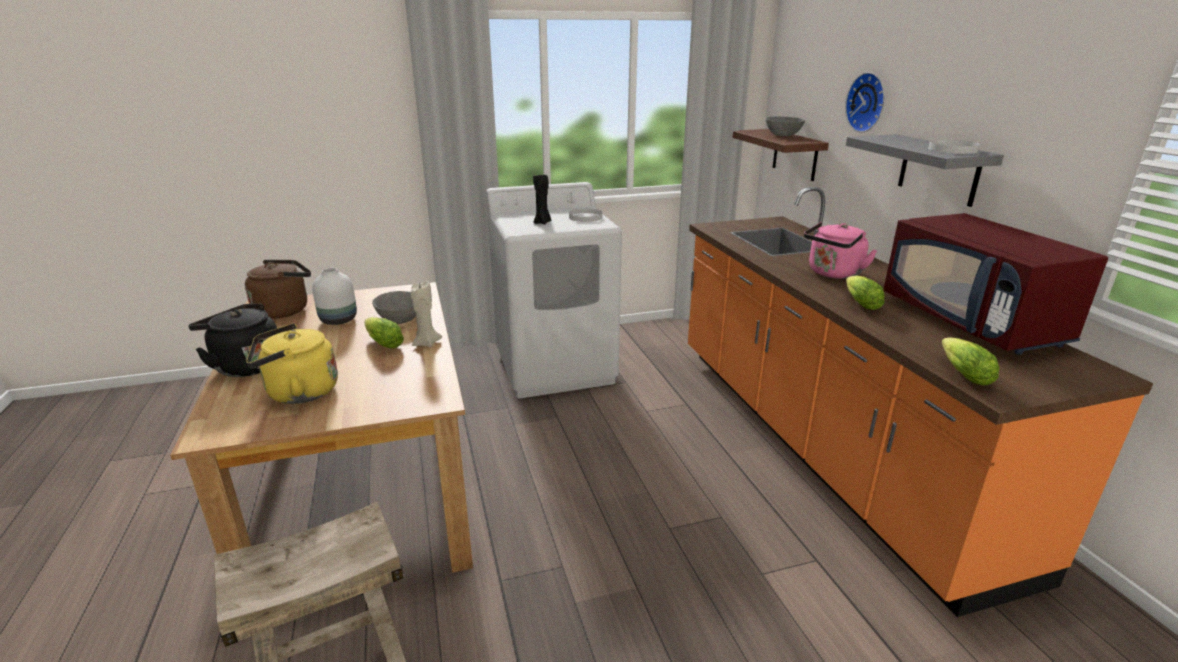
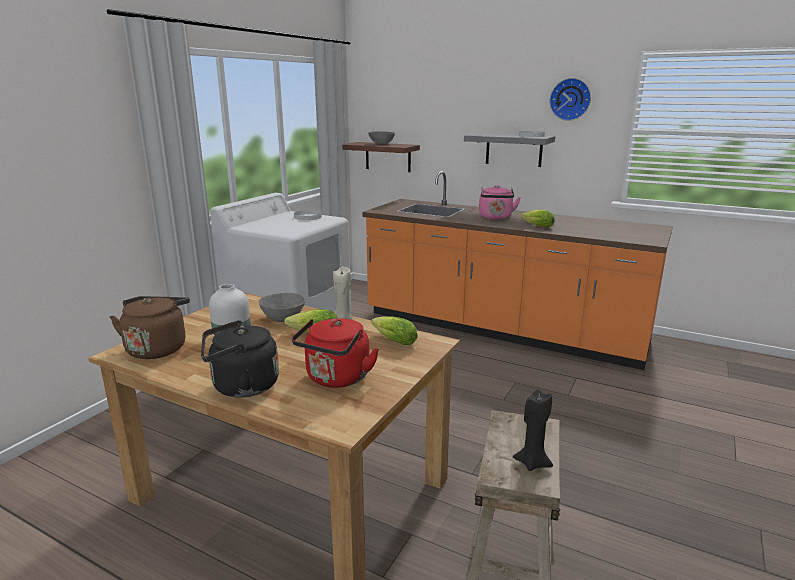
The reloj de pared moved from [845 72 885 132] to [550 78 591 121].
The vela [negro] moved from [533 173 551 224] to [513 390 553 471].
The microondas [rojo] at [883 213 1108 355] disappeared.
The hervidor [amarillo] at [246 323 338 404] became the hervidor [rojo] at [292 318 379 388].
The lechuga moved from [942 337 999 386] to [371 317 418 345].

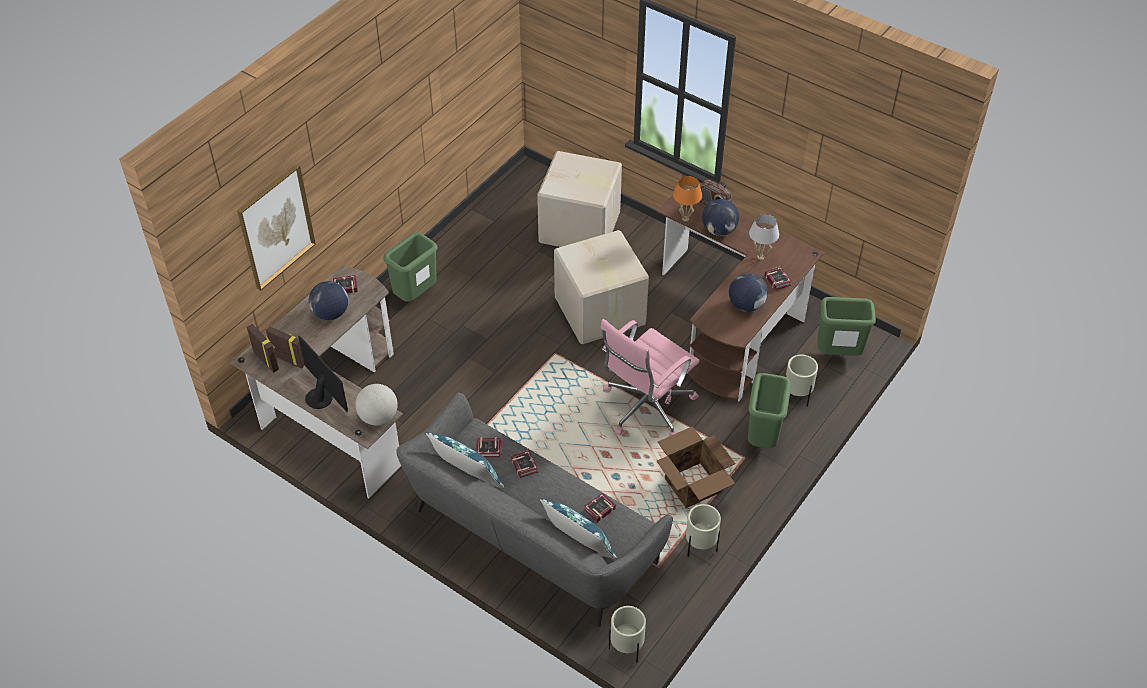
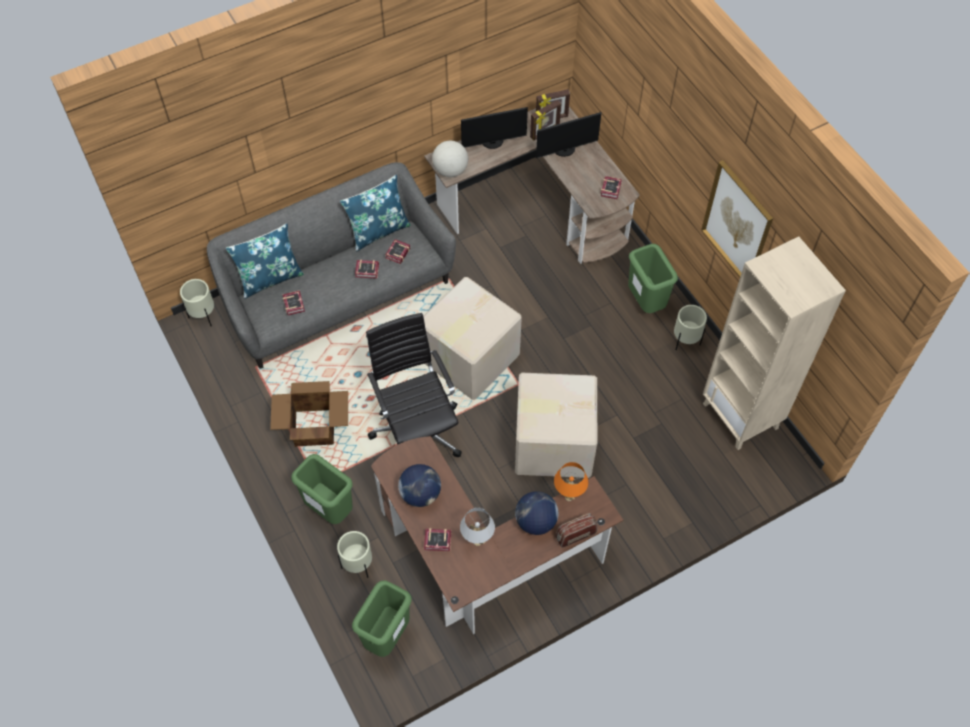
The caja de cartón moved from [537 151 622 247] to [423 277 522 400].
The cuadro moved from [237 164 316 291] to [701 160 773 277].
The globo terráqueo at [309 281 348 320] disappeared.
The silla de oficina [rosa] at [601 319 700 436] became the silla de oficina [negro] at [366 313 462 457].
The maceta [beis] moved from [686 504 721 556] to [674 305 707 350].
The monitor at [536 112 602 158] appeared.
The estantería [beis] at [703 237 846 450] appeared.

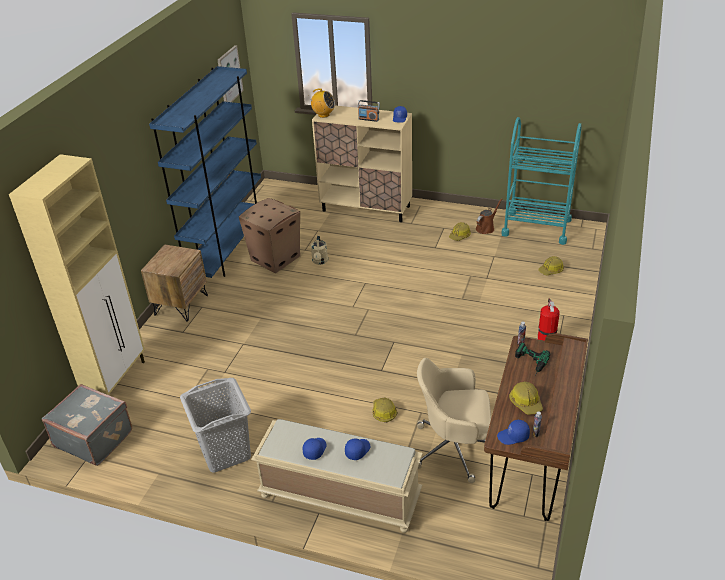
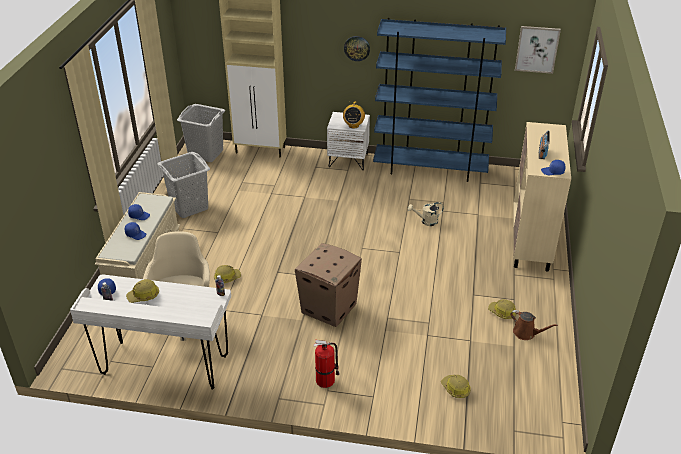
The radio moved from [309 89 335 118] to [343 101 365 129].
The carrito [turquesa] at [501 117 581 245] disappeared.
The caja de cartón moved from [239 198 300 273] to [295 243 362 327].
The mesita de noche [marrón] at [141 244 208 322] became the mesita de noche [blanco] at [327 112 370 170].
The escritorio [marrón] at [484 333 588 521] became the escritorio [blanco] at [70 274 231 390].
The taladro at [515 342 550 375] disappeared.
The maleta [gris] at [42 384 132 466] was replaced by the cesto de la ropa [gris] at [177 104 225 162].
The reloj de pared at [344 36 370 61] appeared.

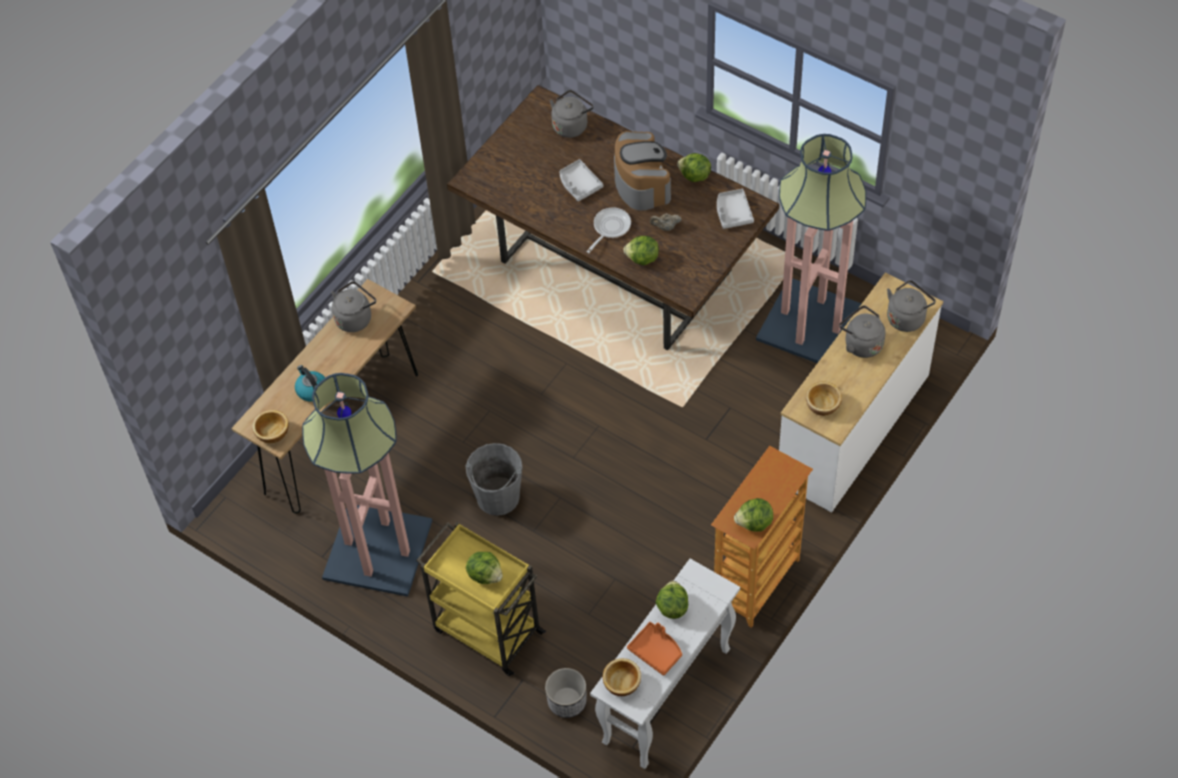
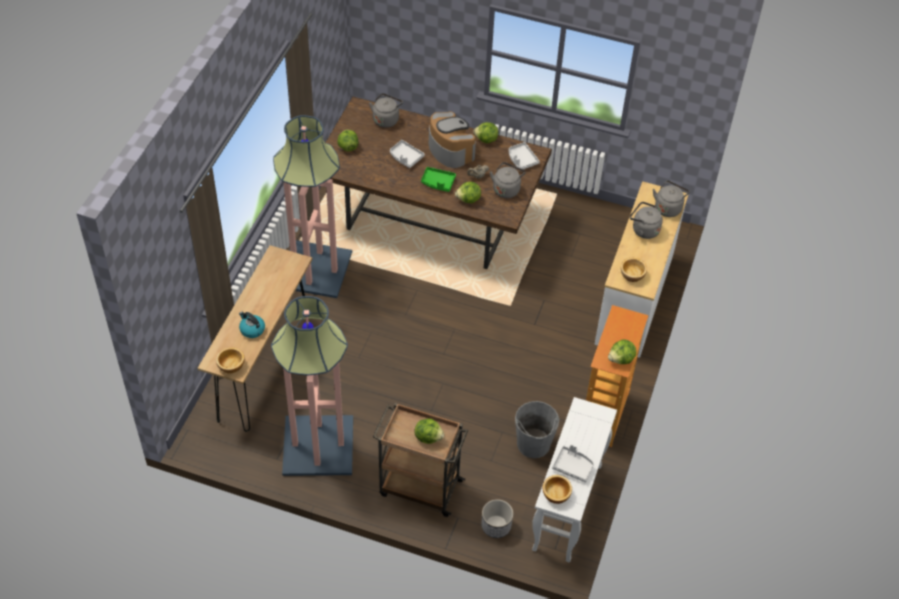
The lámpara de pie moved from [756 134 866 363] to [273 115 352 298].
The sartén at [587 208 631 253] was replaced by the bandeja [verde] at [421 167 456 192].
The hervidor [gris] moved from [331 281 376 332] to [490 162 526 198].
The cubo [gris] moved from [466 443 522 516] to [515 401 559 458].
The carrito [amarillo] at [416 522 546 676] became the carrito [marrón] at [373 403 468 517].
The lechuga moved from [656 581 688 619] to [337 130 359 151].
The bandeja [naranja] at [627 622 682 676] became the bandeja [gris] at [552 445 594 482].

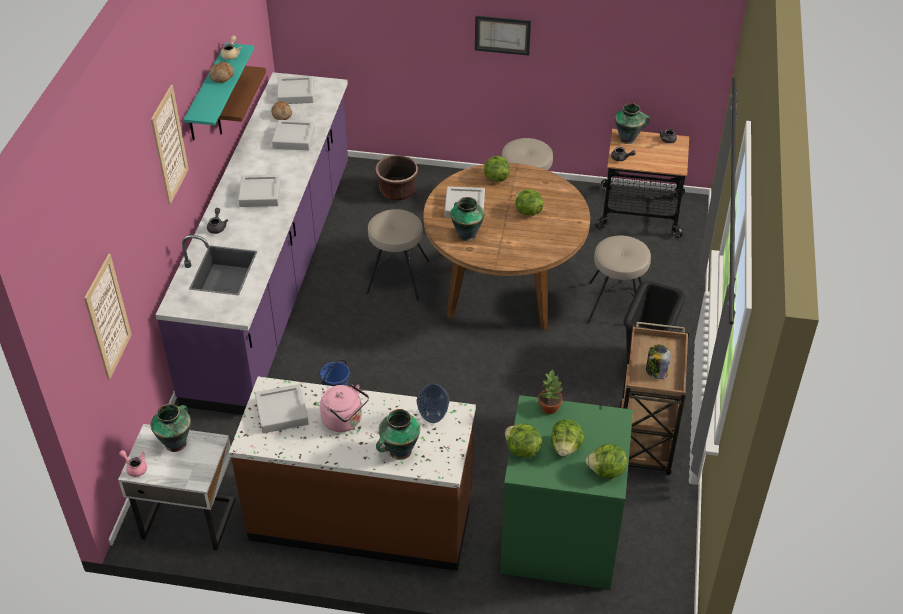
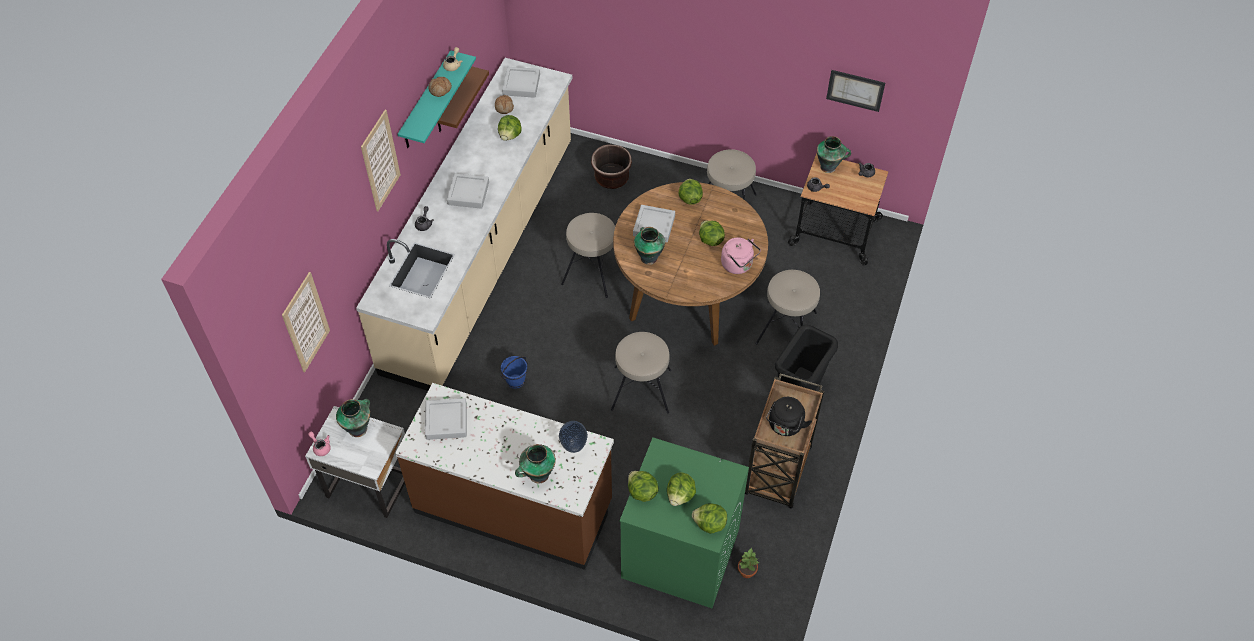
The cuadro moved from [475 16 531 56] to [826 70 885 112].
The mueble bajo de cocina [morado] at [156 72 348 415] became the mueble bajo de cocina [beis] at [356 58 572 391].
The bandeja [gris] at [272 120 315 150] was replaced by the lechuga at [498 115 522 141].
The tarro at [646 345 671 379] was replaced by the hervidor [negro] at [766 397 812 436].
The planta en maceta moved from [538 369 563 414] to [738 548 759 578].
The hervidor [rosa] moved from [320 384 369 432] to [721 238 761 274].
The taburete [beis] at [611 332 671 414] appeared.

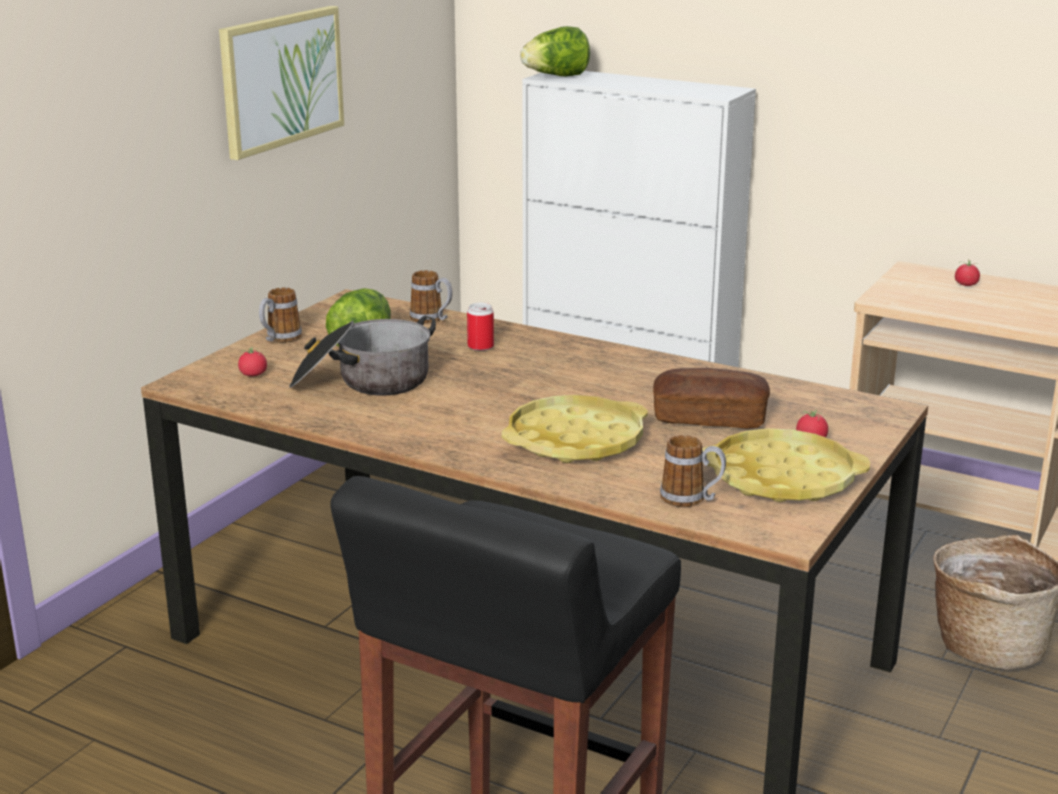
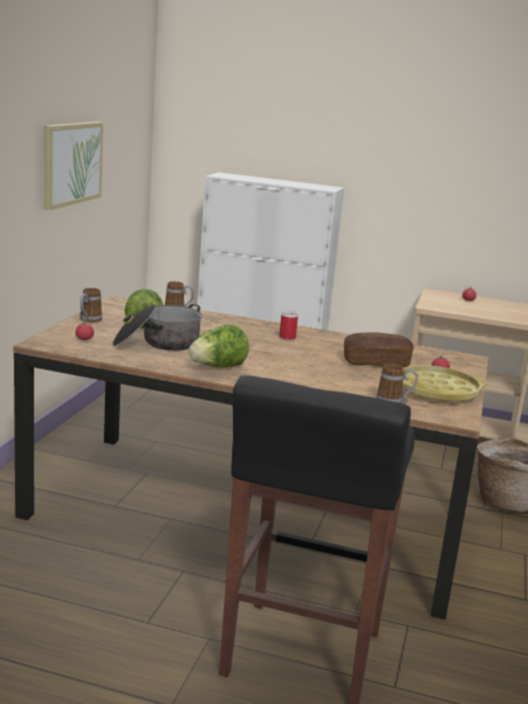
The lechuga moved from [520 26 590 76] to [189 325 249 368].
The lata moved from [467 303 494 351] to [279 310 298 340].
The bandeja [amarillo] at [502 395 648 463] disappeared.

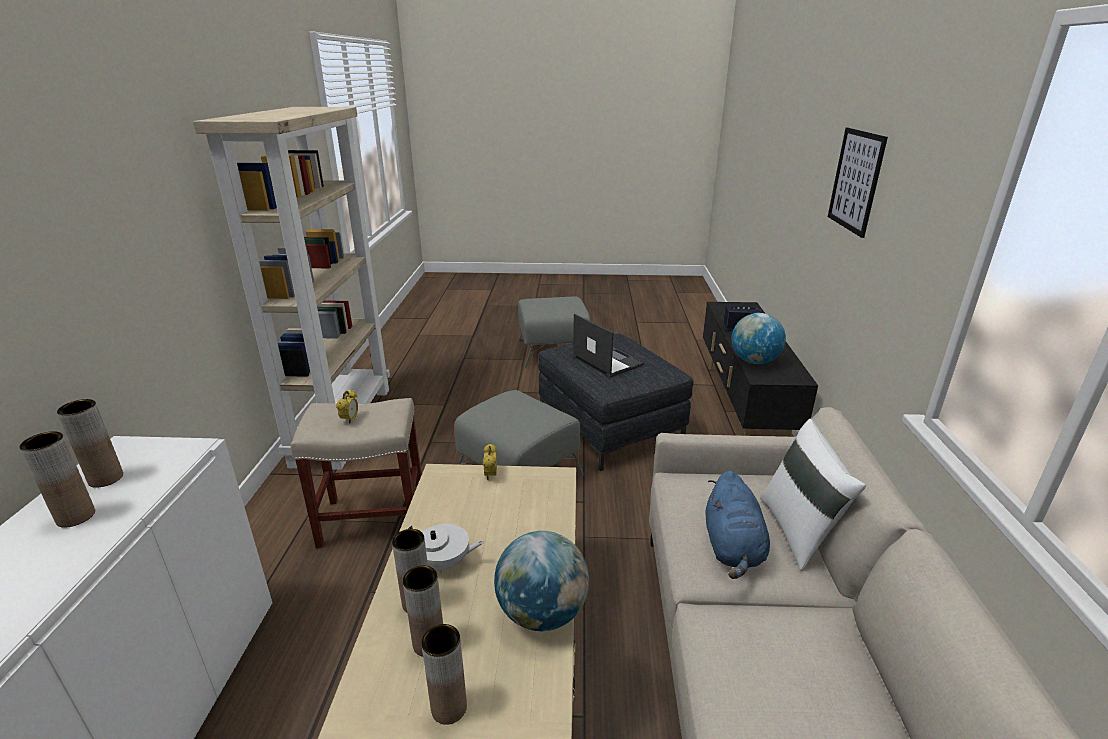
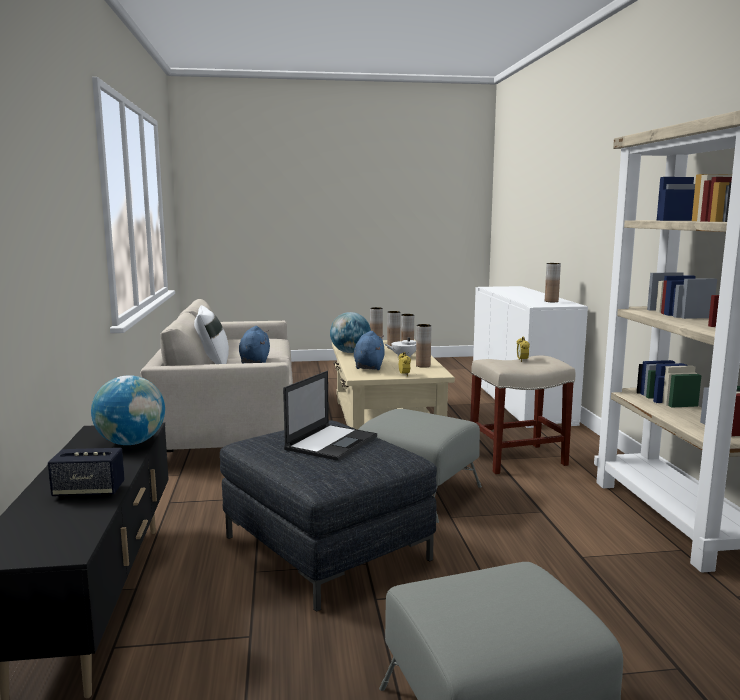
The cuadro at [828 128 888 238] disappeared.
The portátil at [573 314 645 378] turned 105 degrees counterclockwise.
The florero [marrón] moved from [19 431 95 528] to [416 324 431 368].
The peluche [azul] at [354 331 385 370] appeared.

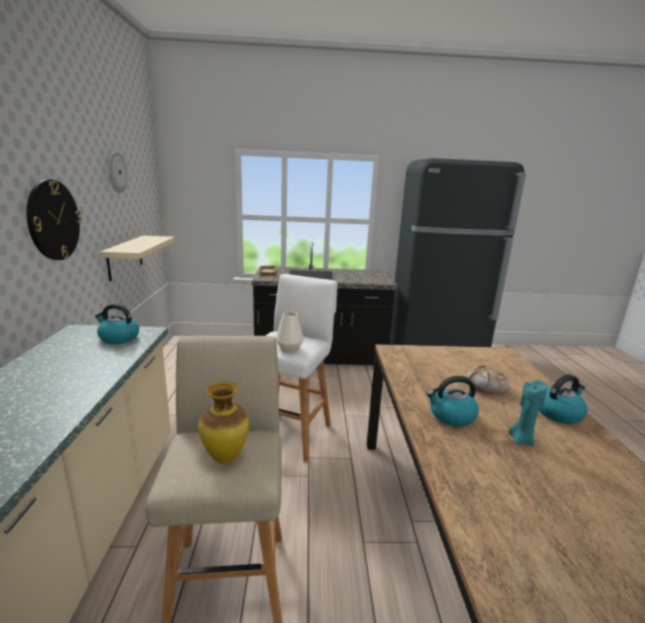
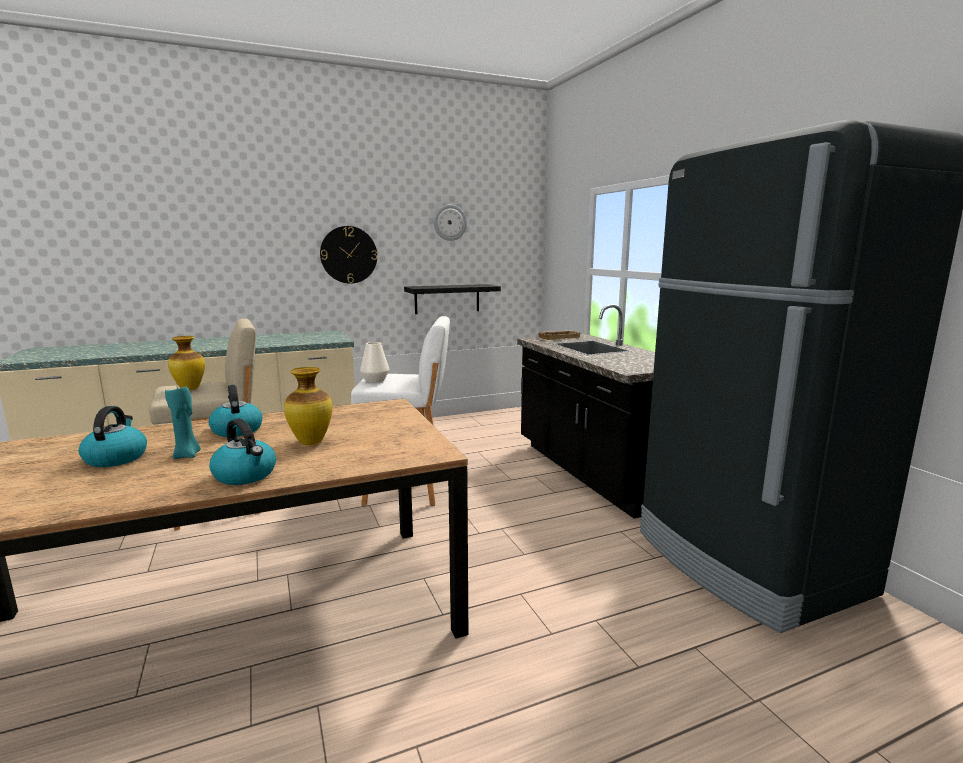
The estante [beis] at [99 236 175 281] became the estante [negro] at [404 284 501 314].
The hervidor moved from [95 304 139 344] to [79 406 147 467].
The pan at [465 366 510 395] was replaced by the florero at [284 367 333 445].

